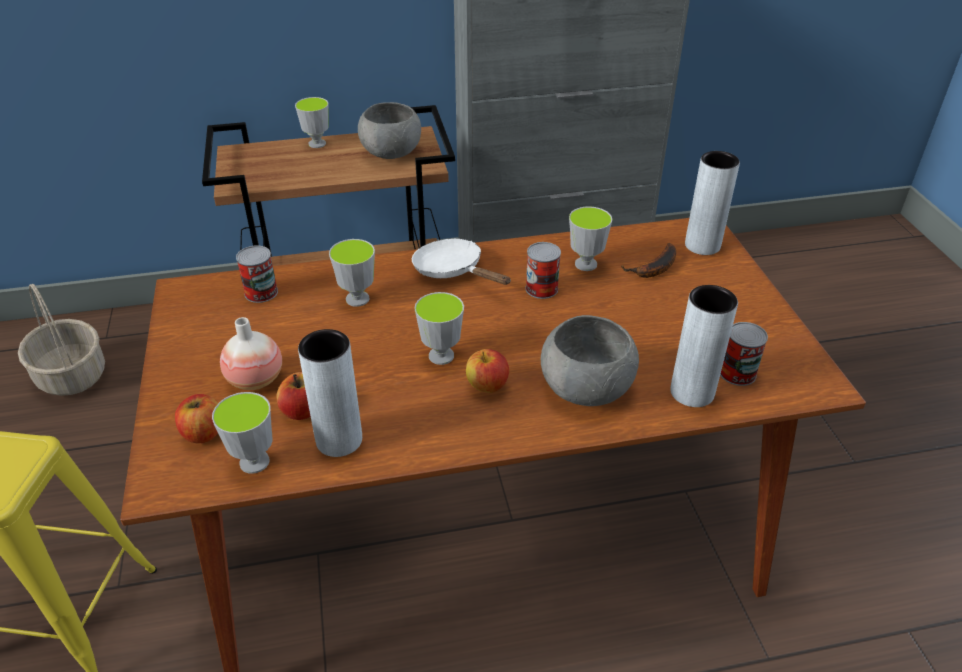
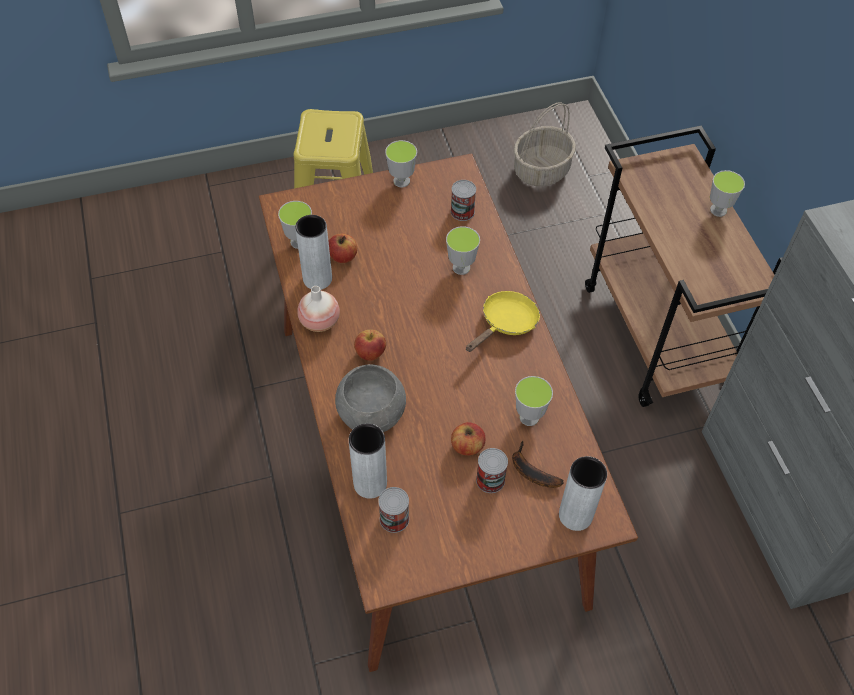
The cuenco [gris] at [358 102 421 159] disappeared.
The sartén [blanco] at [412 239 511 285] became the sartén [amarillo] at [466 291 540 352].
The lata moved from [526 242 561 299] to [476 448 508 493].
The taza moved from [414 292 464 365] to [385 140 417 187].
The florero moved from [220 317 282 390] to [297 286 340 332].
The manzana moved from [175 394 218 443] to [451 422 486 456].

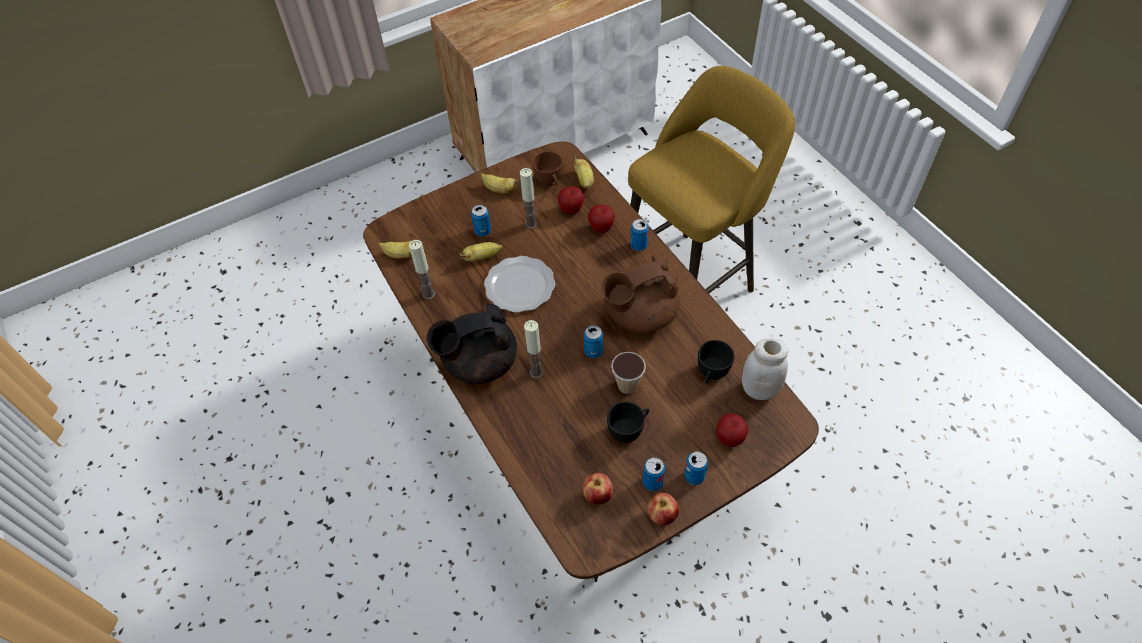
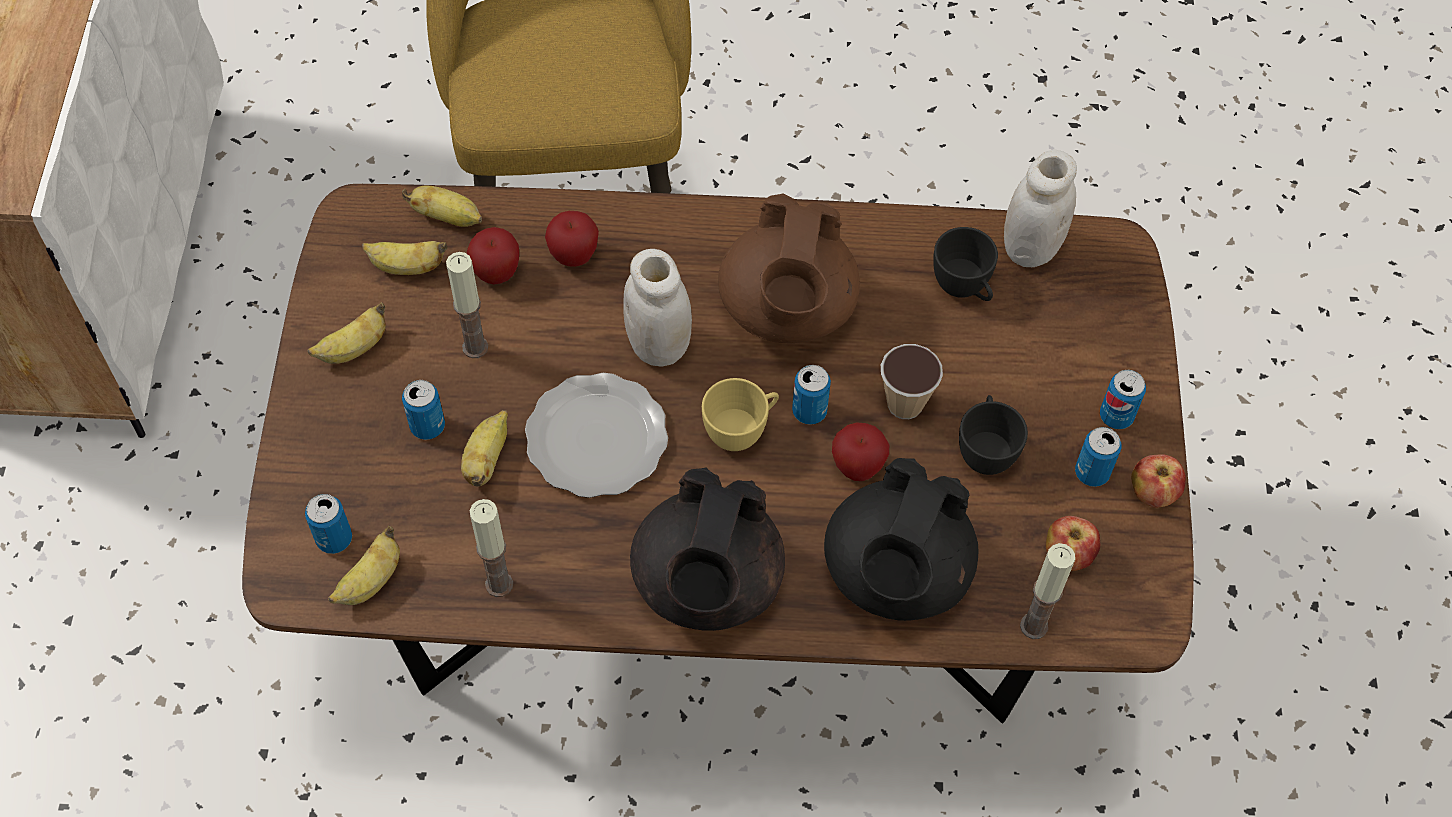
The taza [marrón] at [532 151 563 186] was replaced by the plátano at [362 241 447 275].
The lata moved from [630 219 649 251] to [305 494 352 554].
The vela moved from [524 320 544 379] to [1020 543 1075 639].
The manzana moved from [716 414 748 447] to [832 423 889 481].
The tarro [blanco] at [623 249 692 367] appeared.
The taza [amarillo] at [702 378 779 451] appeared.
The tetera [negro] at [824 458 979 621] appeared.

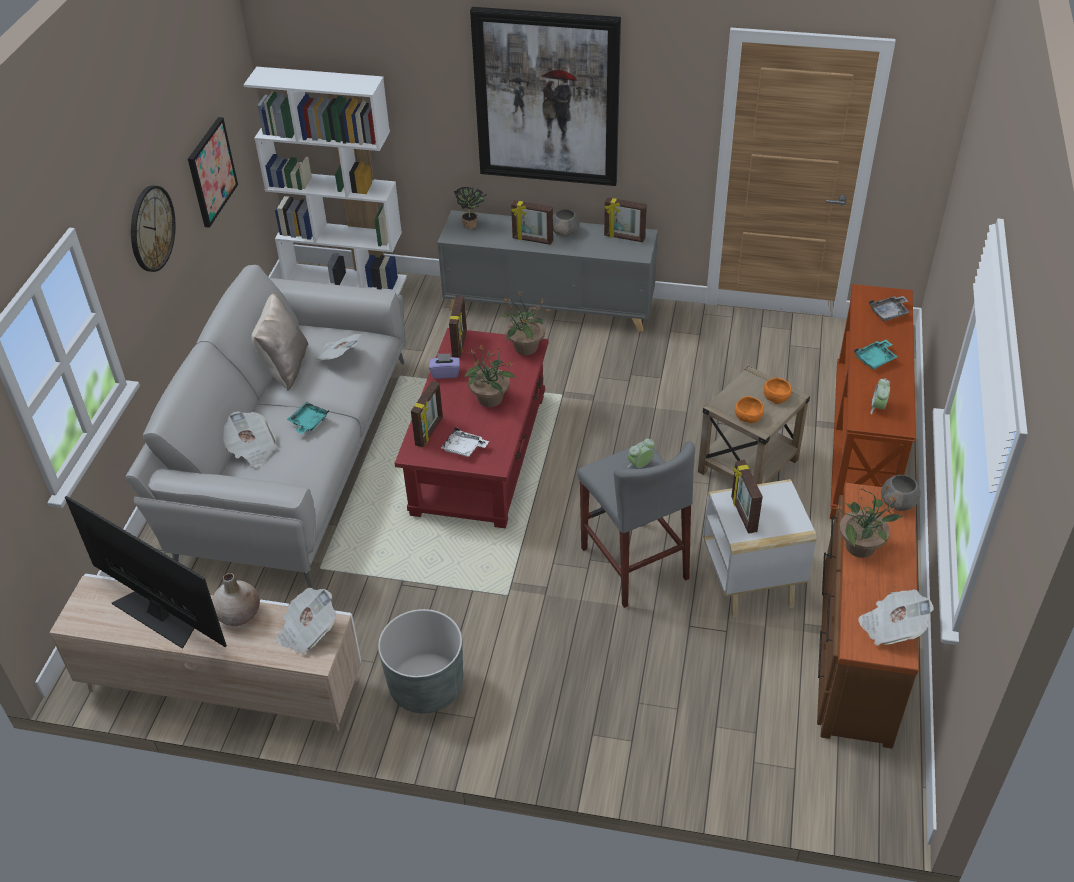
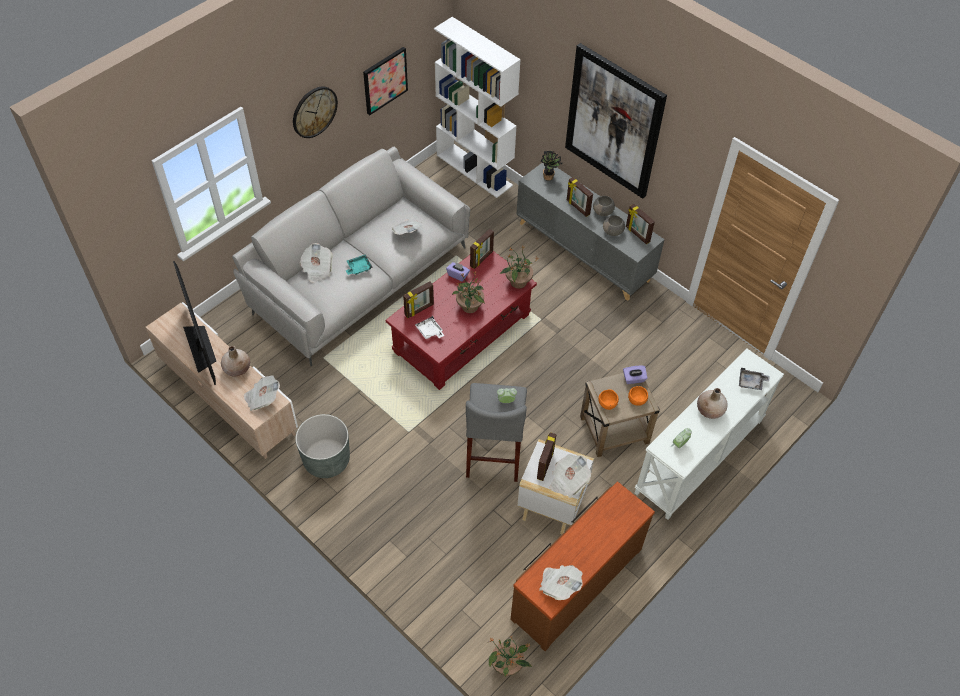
The mesa consola [marrón] at [830 284 916 519] became the mesa consola [blanco] at [635 349 784 520].
The cojín [beis] at [251 293 308 391] disappeared.
The bandeja [turquesa] at [854 340 898 370] was replaced by the florero [beis] at [697 388 728 419].
The cuenco [gris] moved from [881 475 921 511] to [603 215 625 236].
The planta en maceta moved from [836 484 903 558] to [487 635 532 677].
The caja de pañuelos [morado] at [623 366 647 384] appeared.
The periódico at [549 454 591 498] appeared.

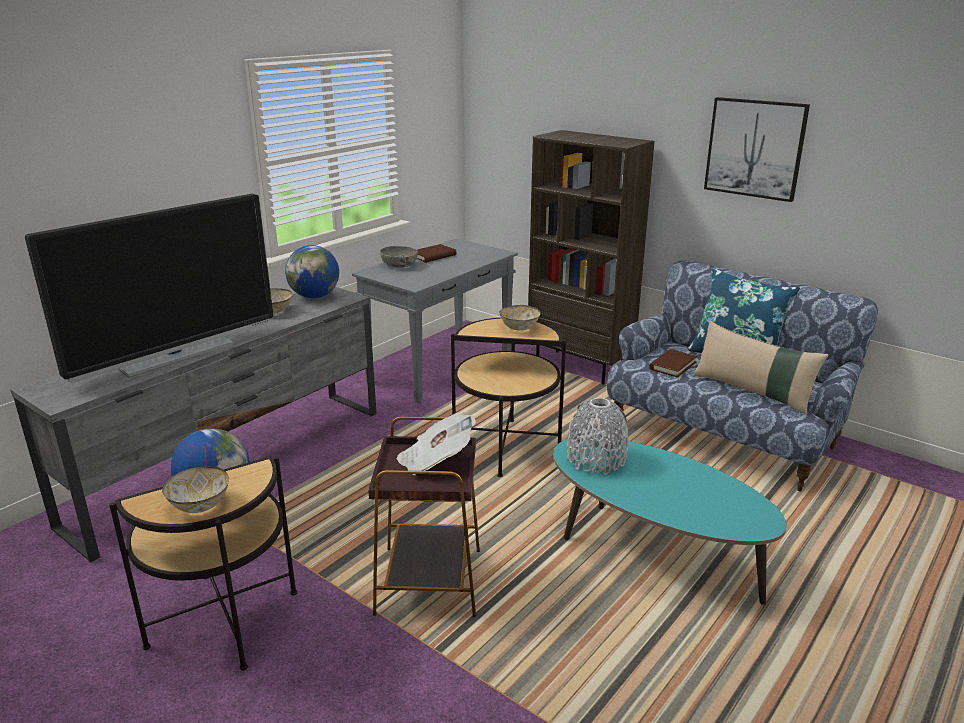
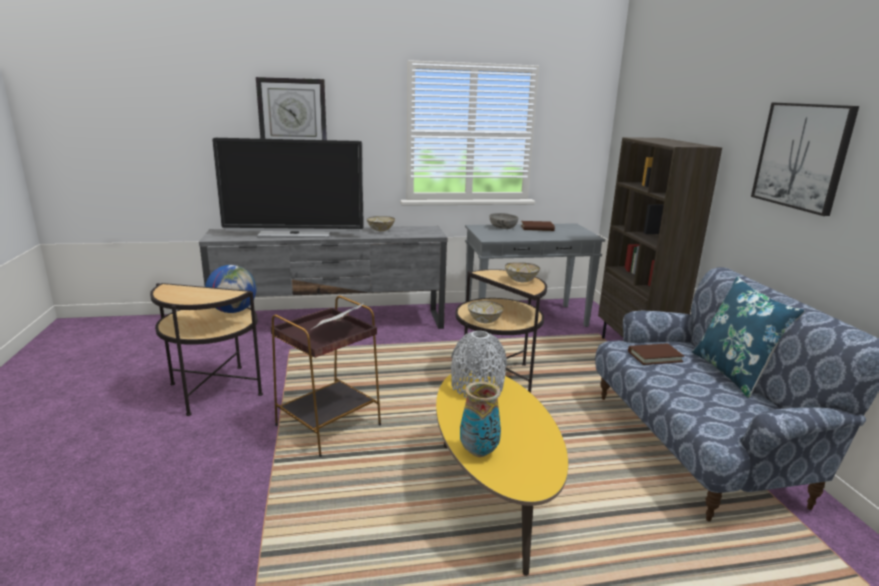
The globo terráqueo at [285 245 339 298] disappeared.
The cojín [beis] at [693 321 828 415] disappeared.
The mesa de centro [turquesa] at [553 437 787 605] became the mesa de centro [amarillo] at [436 371 568 576].
The cuenco moved from [162 466 229 513] to [468 301 504 323].
The reloj de pared at [256 77 327 140] appeared.
The florero at [460 381 501 457] appeared.

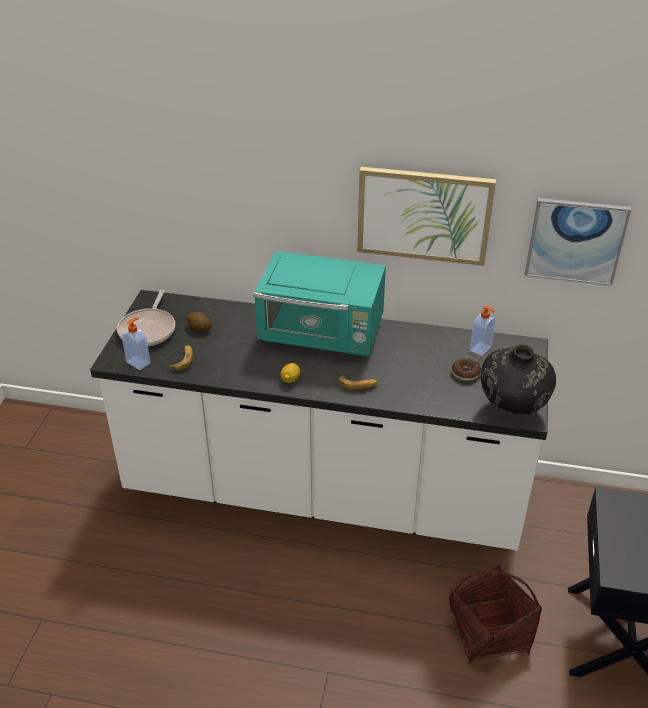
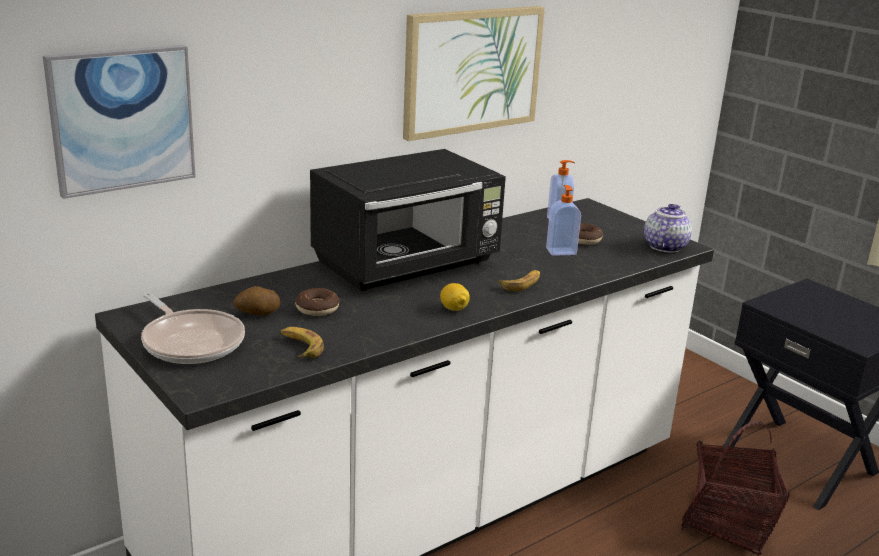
The cuadro moved from [525 198 631 286] to [43 45 196 199].
The microondas [turquesa] at [254 251 386 356] became the microondas [negro] at [310 149 506 291].
The dispensador de jabón moved from [122 317 151 370] to [546 185 581 256].
The florero [negro] at [481 345 556 417] was replaced by the tetera at [644 204 692 253].
The rosquilla at [295 288 339 316] appeared.

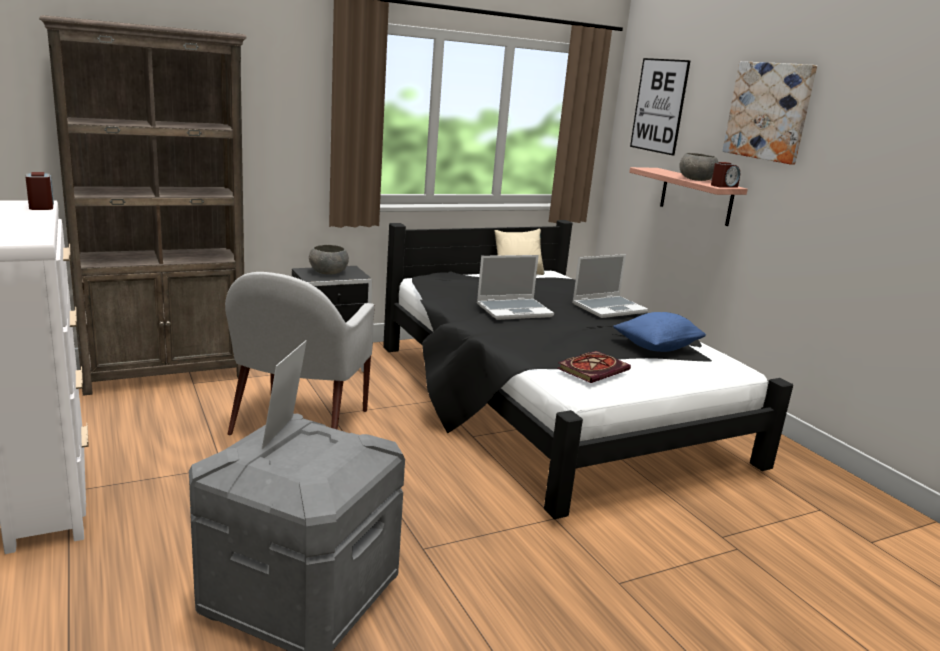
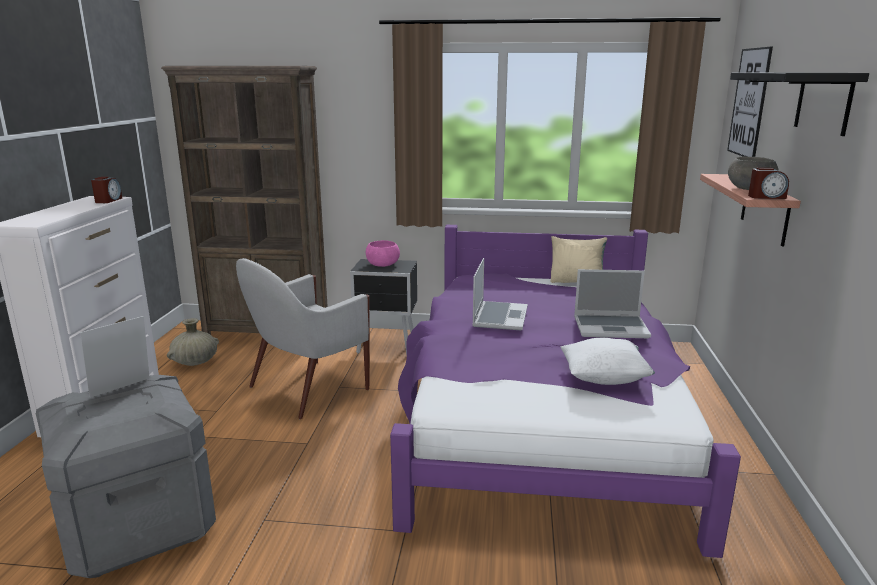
The cuadro at [722 61 817 164] was replaced by the estante [negro] at [730 73 869 136].
The cama [negro] at [383 220 793 519] became the cama [morado] at [390 225 741 558].
The cuenco [gris] at [309 244 349 274] became the cuenco [rosa] at [366 240 400 267].
The portátil at [477 255 554 320] turned 90 degrees counterclockwise.
The cojín [azul] at [613 312 706 352] became the cojín [blanco] at [561 338 655 385].
The libro at [557 351 631 383] disappeared.
The florero [beis] at [167 318 219 366] appeared.

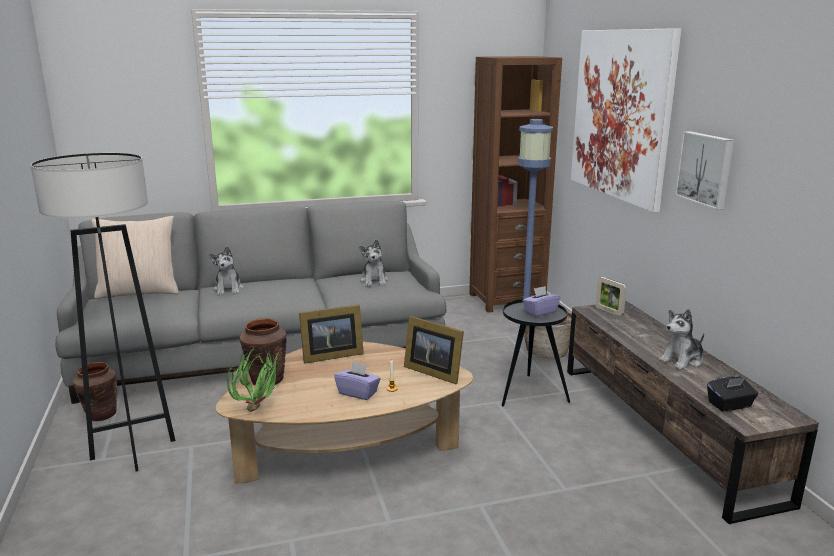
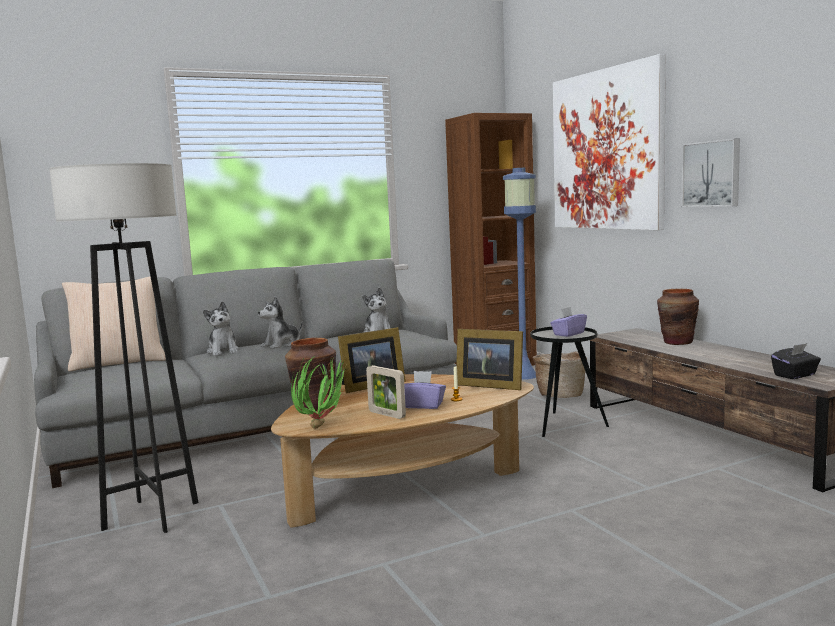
The portarretratos moved from [595 277 627 316] to [366 365 406 419].
The peluche moved from [659 309 704 370] to [258 296 303 349].
The florero [marrón] moved from [73 362 117 421] to [657 289 699 345].

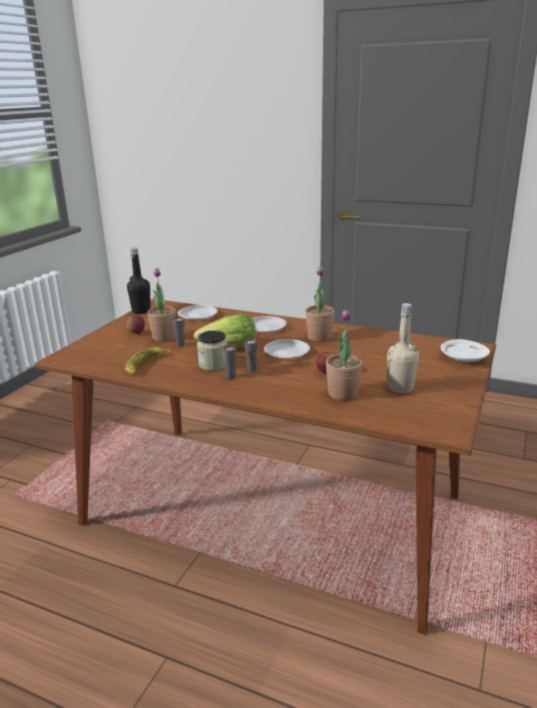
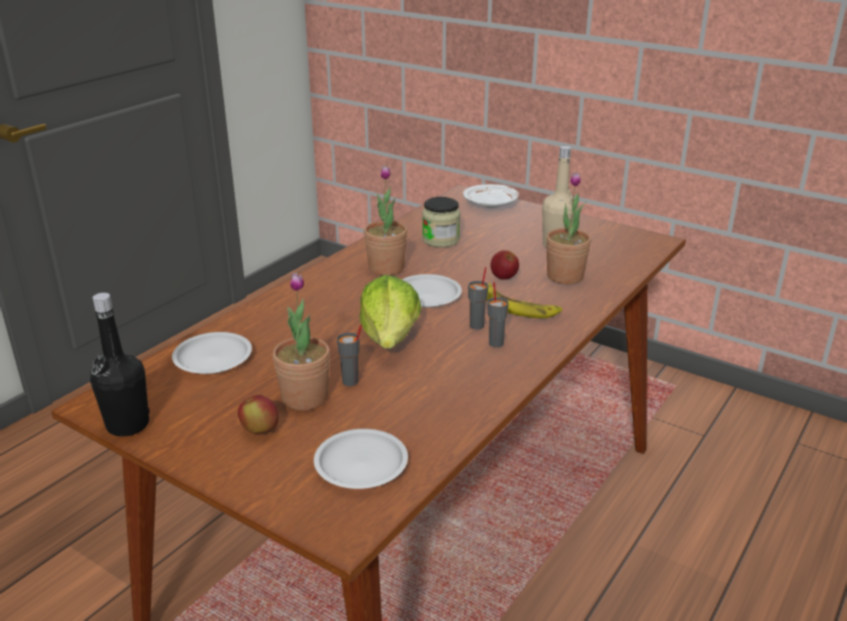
The plato [blanco] moved from [252 316 287 333] to [314 429 408 489].
The tarro moved from [197 330 228 371] to [422 197 460 247].
The plátano moved from [125 347 170 374] to [487 283 562 318].

